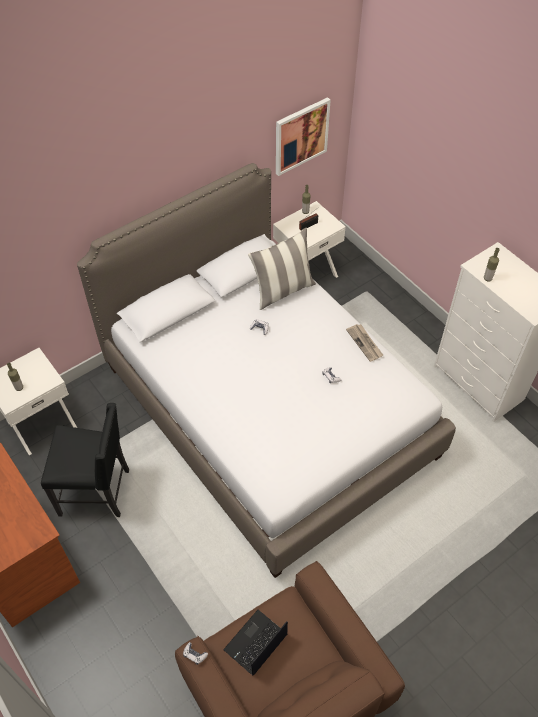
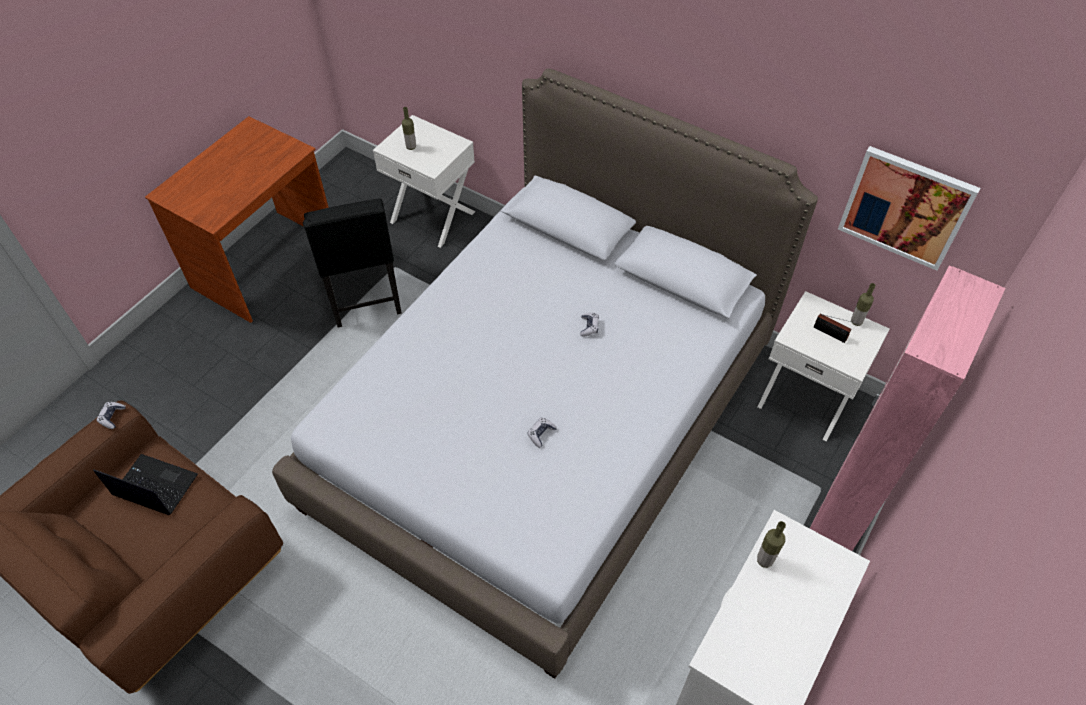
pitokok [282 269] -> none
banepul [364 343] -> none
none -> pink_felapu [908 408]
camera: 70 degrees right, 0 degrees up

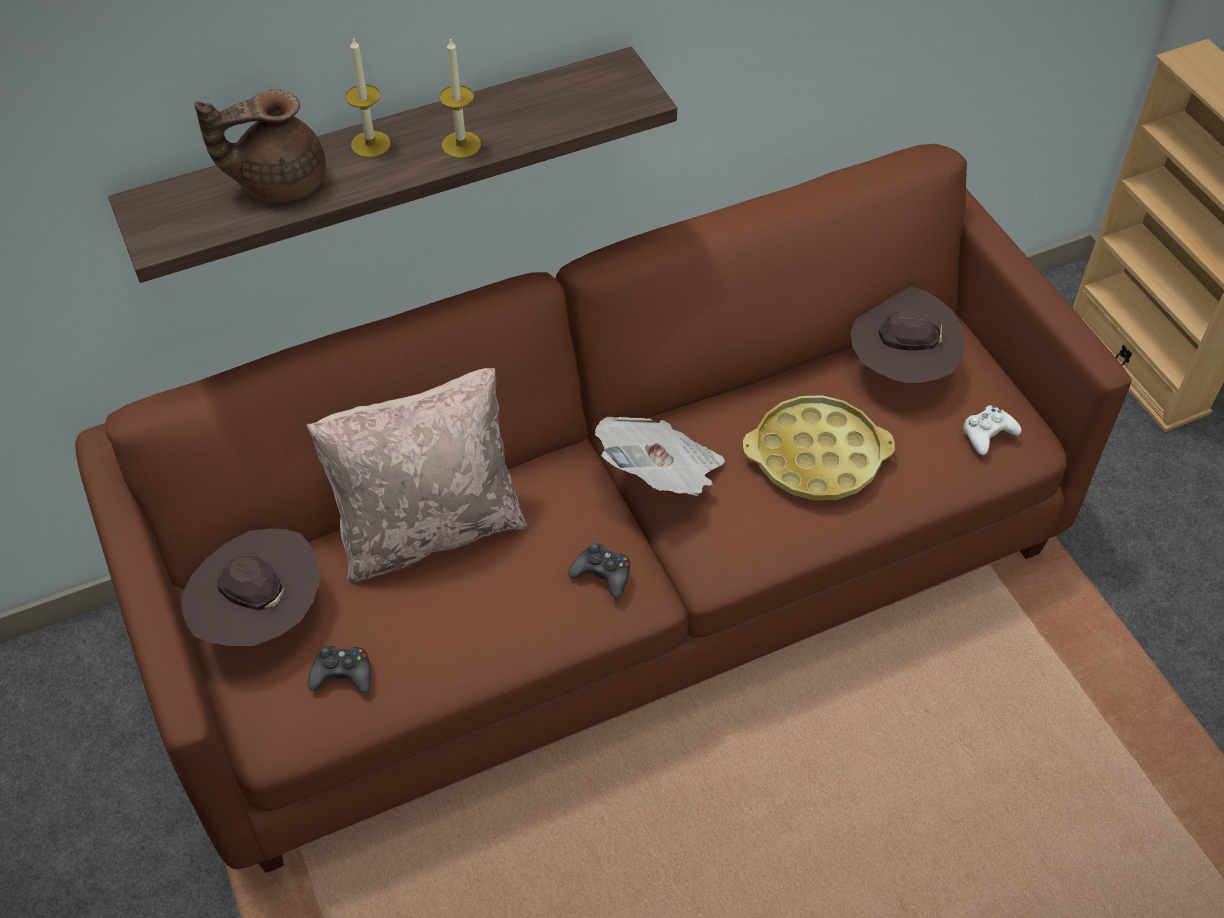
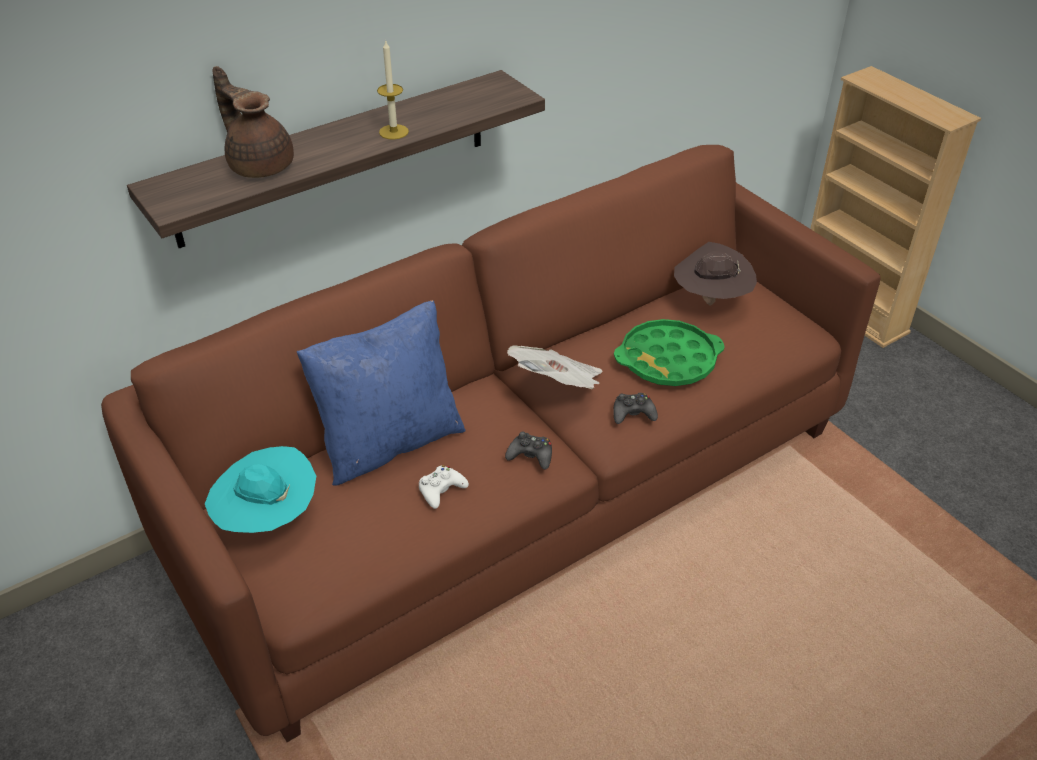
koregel [368 97] -> none
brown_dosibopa [260 145] -> brown_dosibopa [253 122], 75 degrees clockwise
beige_pitokok [417 475] -> blue_pitokok [381 393]
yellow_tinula [819 447] -> green_tinula [669 352]
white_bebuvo [992 430] -> white_bebuvo [444 487], shifted
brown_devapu [251 587] -> turquoise_devapu [260 489]
black_bebuvo [339 669] -> black_bebuvo [635 408], shifted
camera: 10 degrees left, 10 degrees down

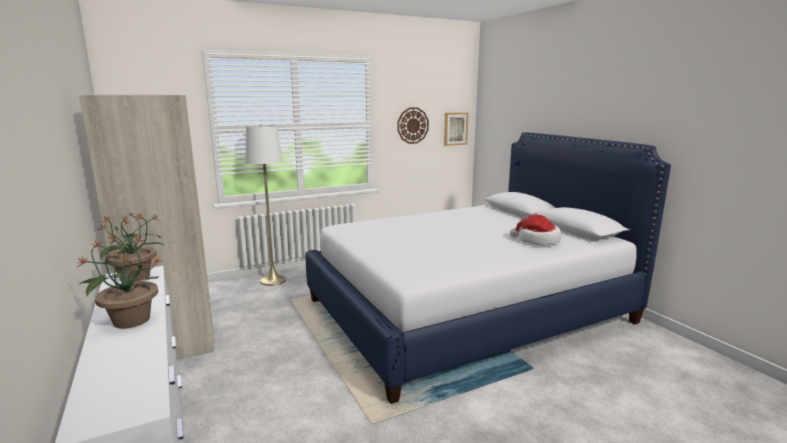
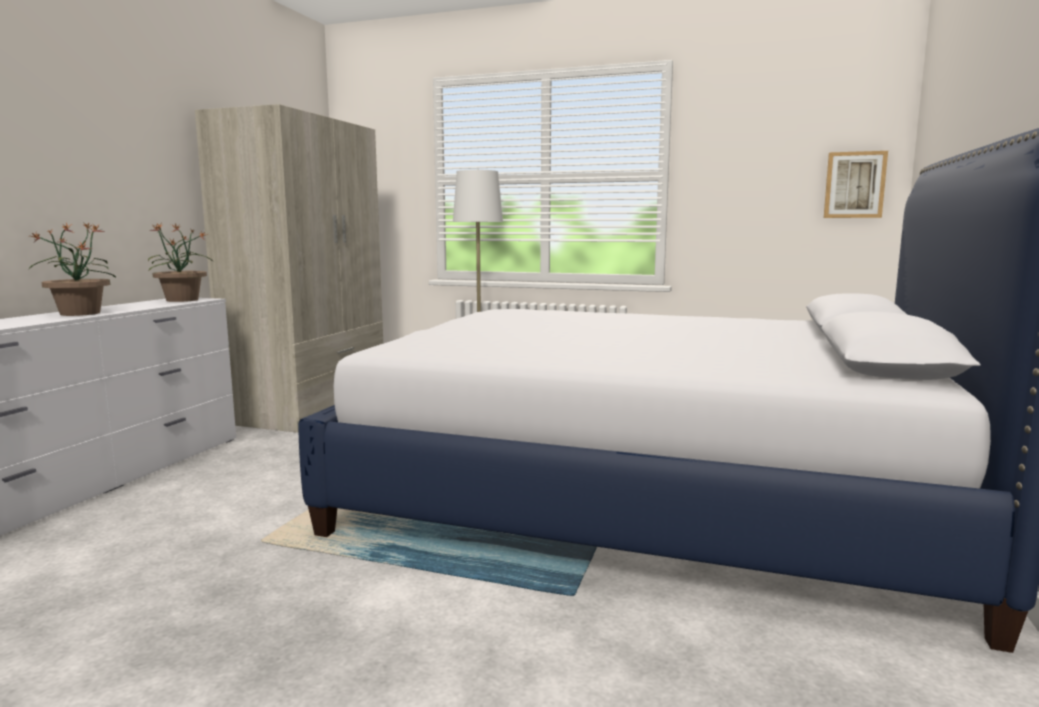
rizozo [413 125] -> none
devapu [535 230] -> none
camera: 45 degrees right, 5 degrees down

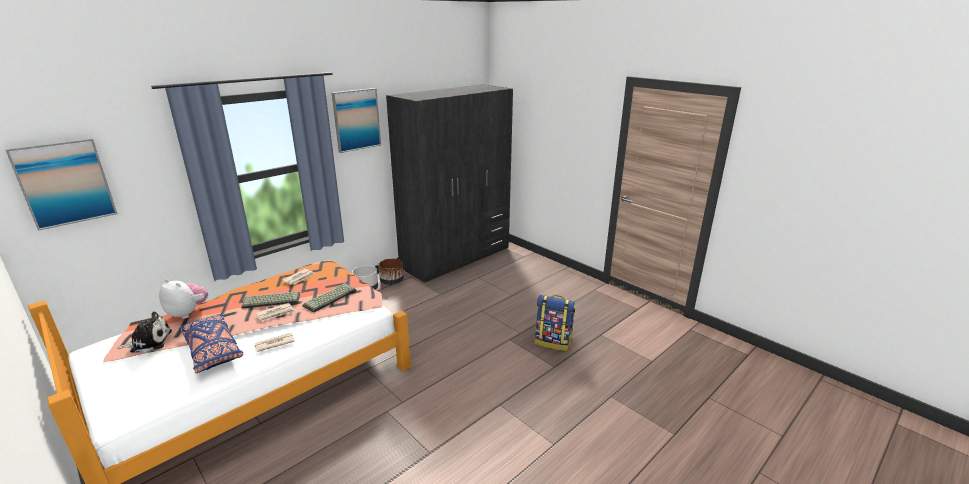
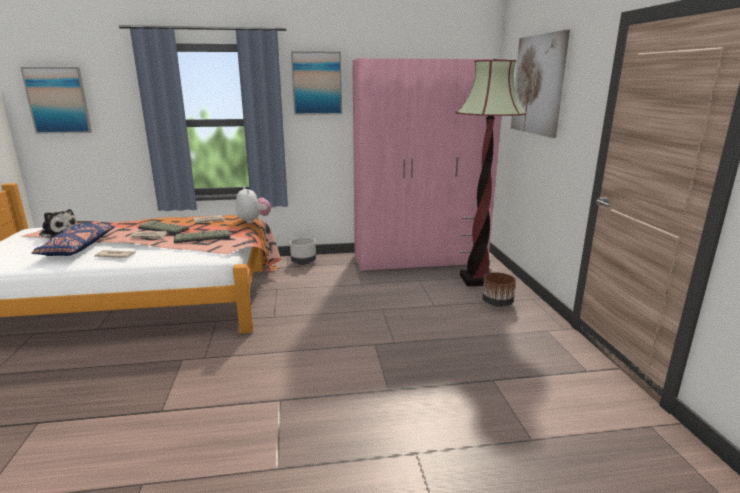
grey_felapu [449 183] -> pink_felapu [429 164]
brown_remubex [390 271] -> brown_remubex [499 289], shifted
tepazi [183 299] -> tepazi [253 205], shifted
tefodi [555 323] -> none
none -> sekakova [540 84]
none -> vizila [491 172]
camera: 35 degrees right, 5 degrees down

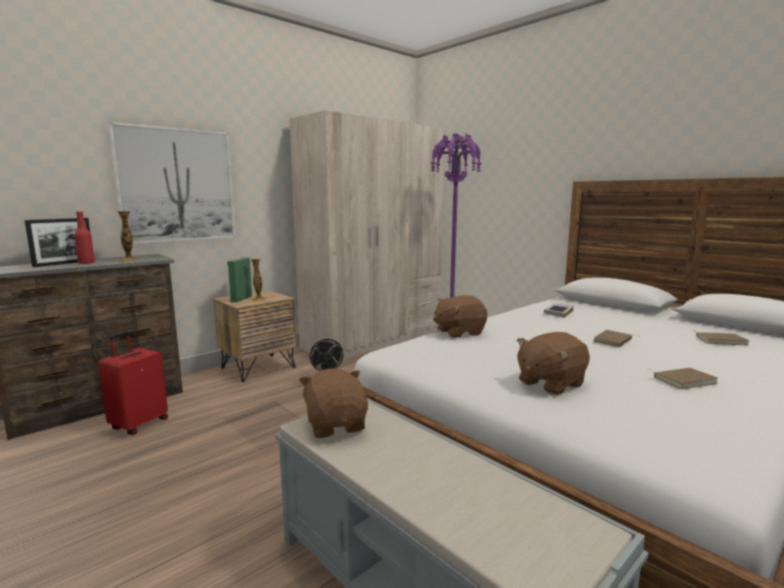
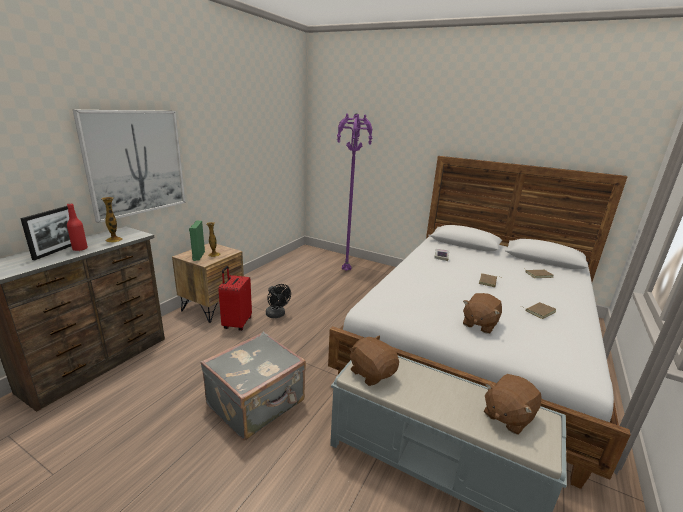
beige_felapu [366 235] -> none
brown_tepazi [460 316] -> brown_tepazi [513 404], shifted
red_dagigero [133 383] -> red_dagigero [235 298], shifted
none -> grey_dagigero [253 386]
camera: 20 degrees left, 10 degrees up

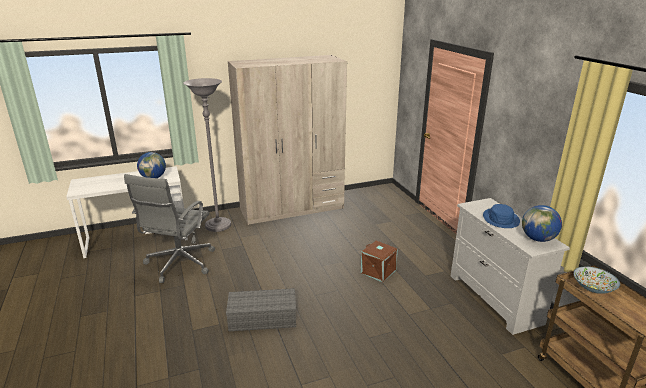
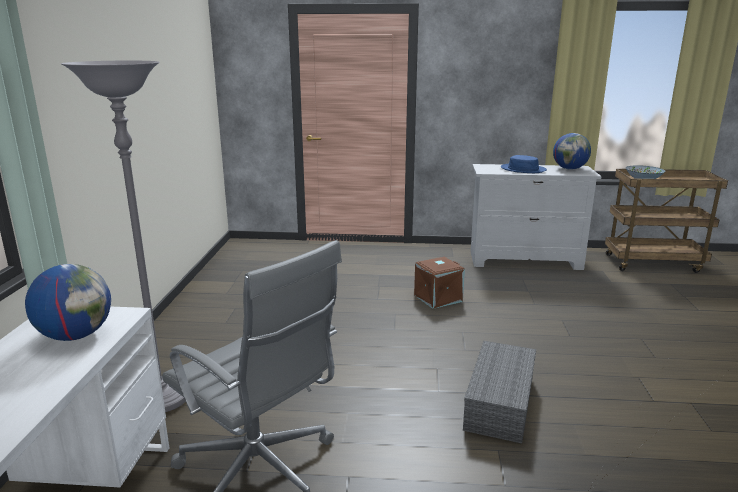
beige_felapu [287 140] -> none
camera: 65 degrees left, 5 degrees down

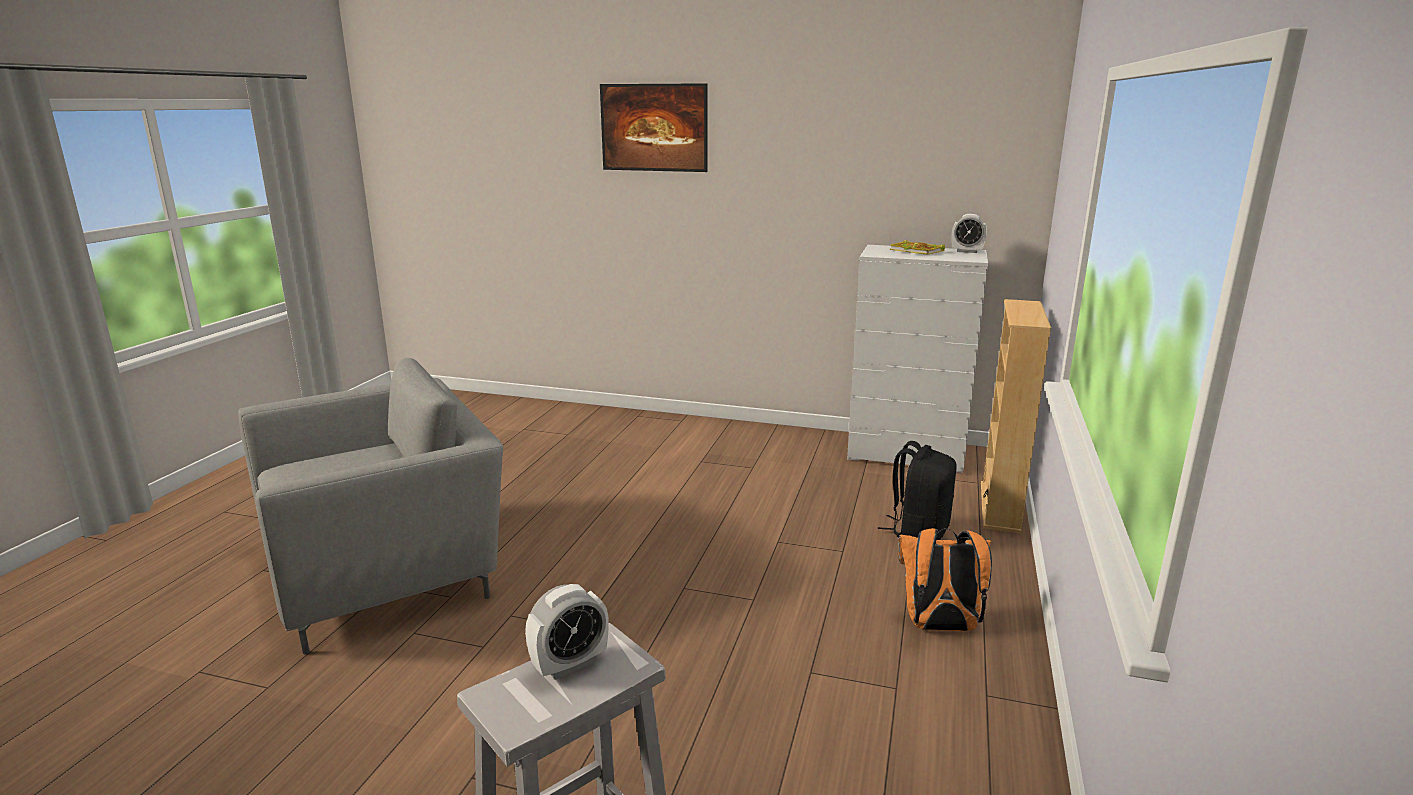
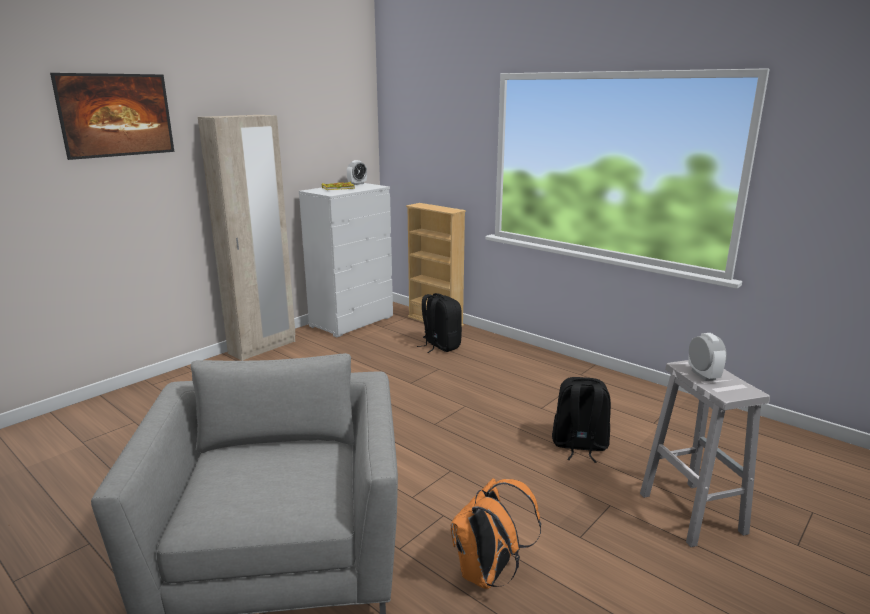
orange_tefodi [945 579] -> orange_tefodi [496 533], shifted
none -> beige_felapu [247 238]
none -> black_tefodi [581 420]
camera: 65 degrees left, 0 degrees up

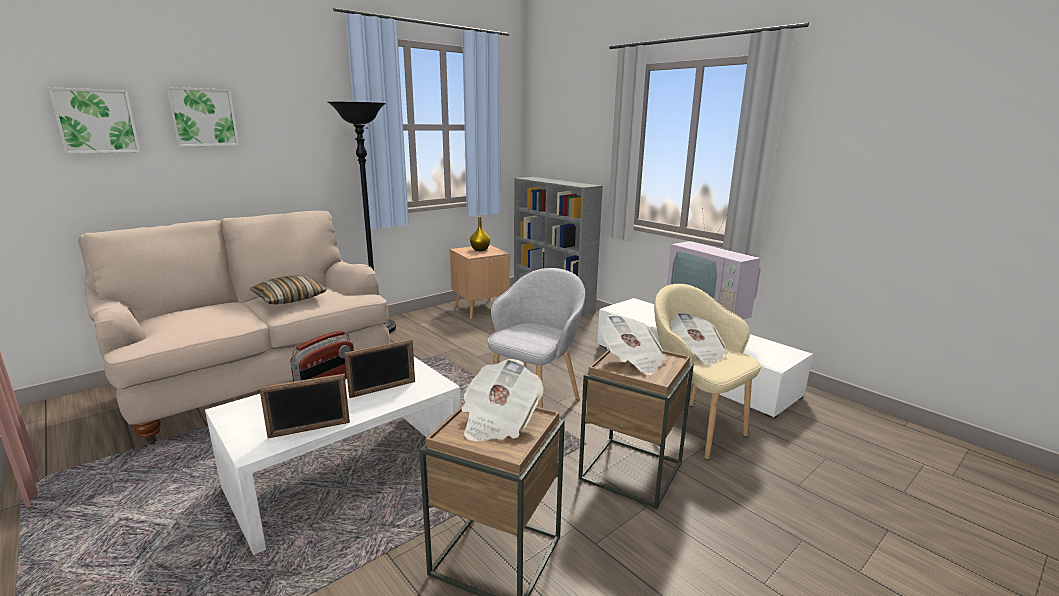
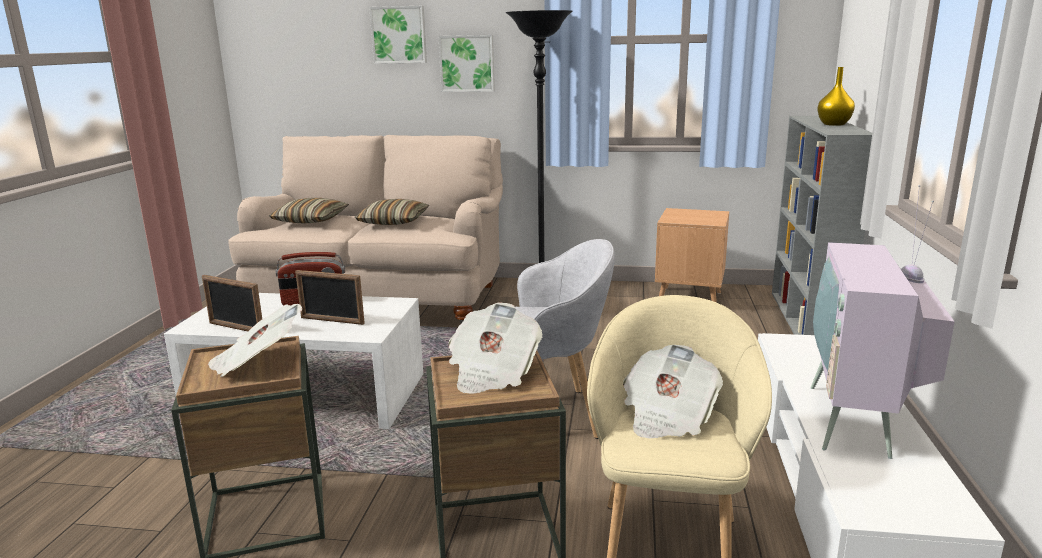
sekakova [94 120] -> sekakova [467 63], shifted
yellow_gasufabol [480 234] -> yellow_gasufabol [836 96], shifted
none -> pitokok [309 211]
camera: 50 degrees right, 0 degrees up

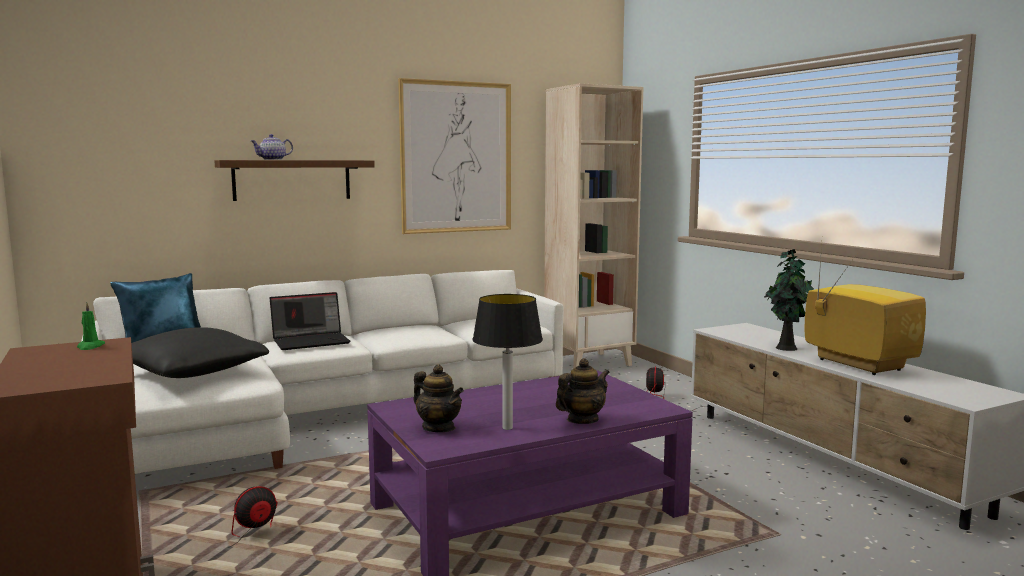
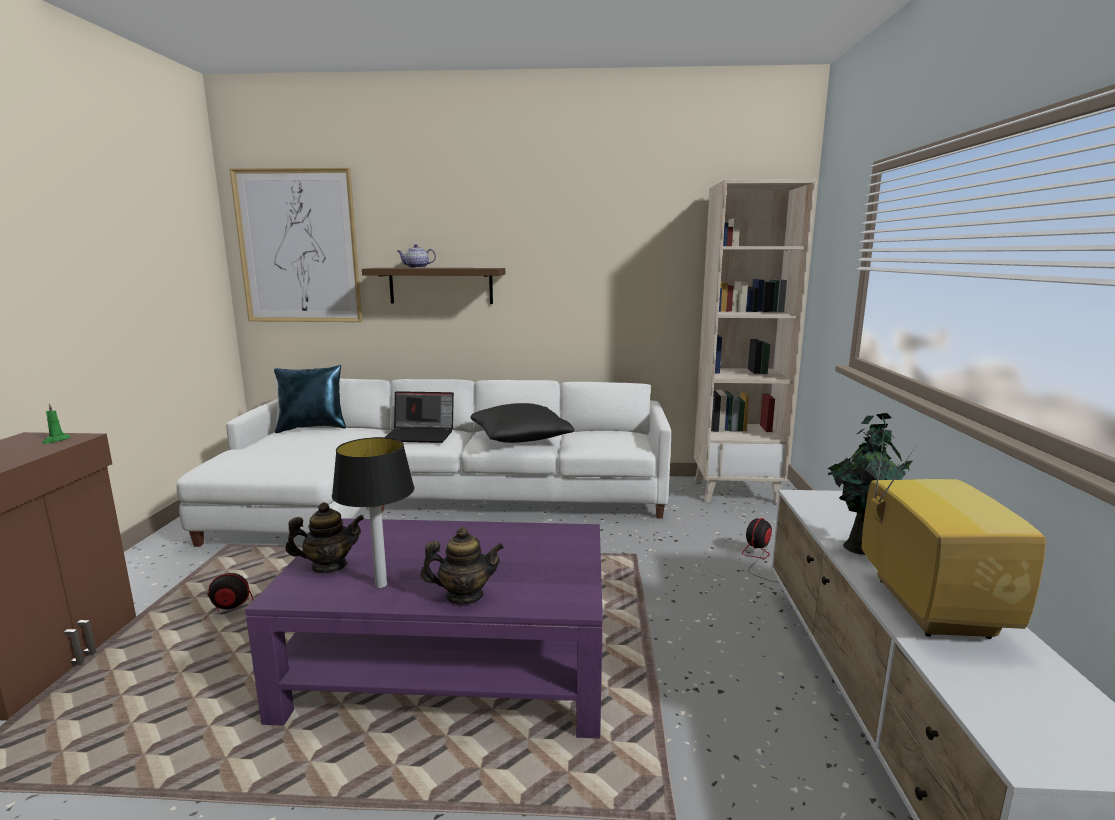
sekakova [454 156] -> sekakova [296 245], shifted
black_pitokok [200 352] -> black_pitokok [522 423], shifted
dosibopa [438 398] -> dosibopa [325 537], 90 degrees counterclockwise
camera: 30 degrees right, 5 degrees up

